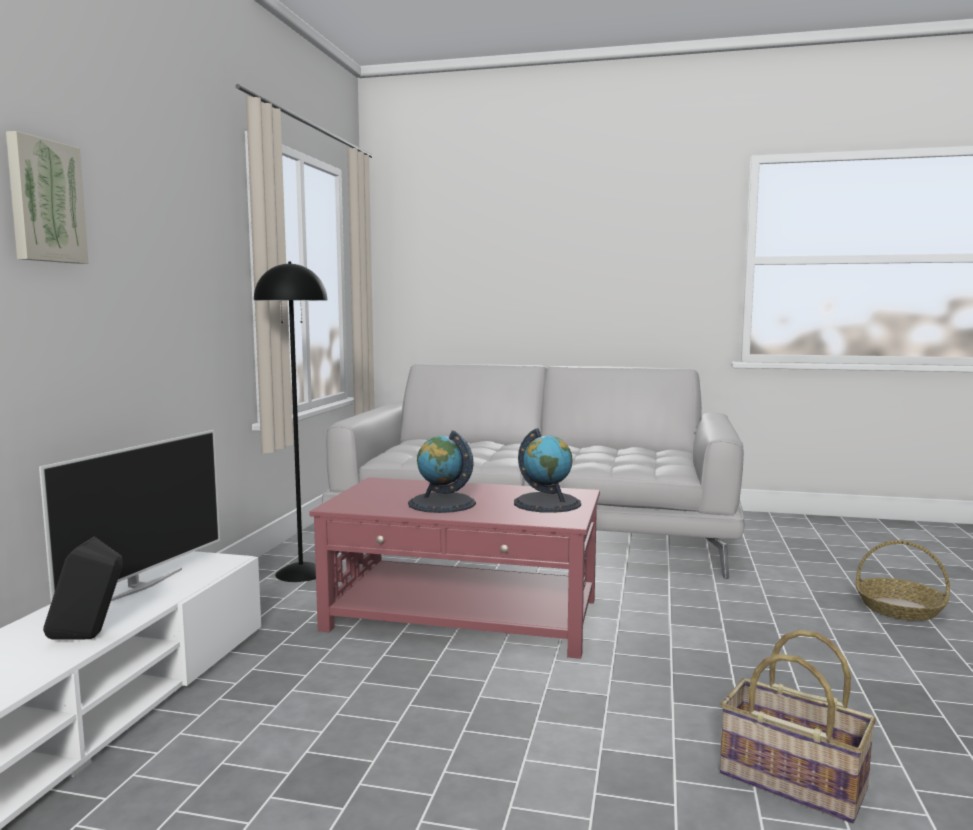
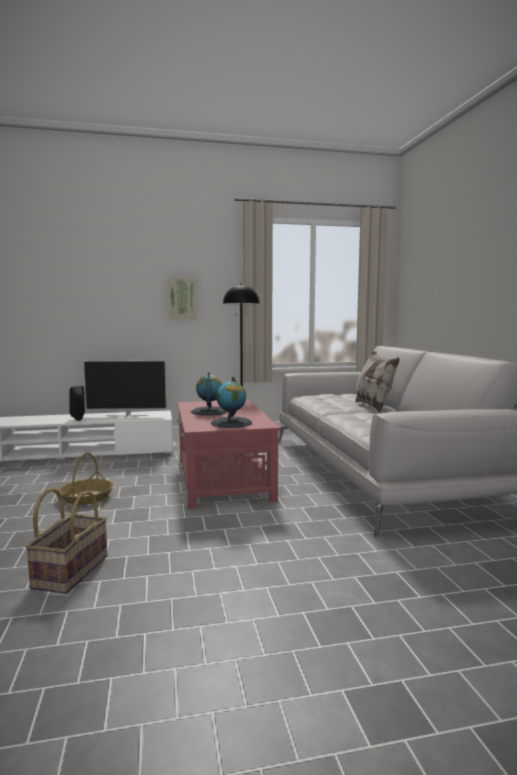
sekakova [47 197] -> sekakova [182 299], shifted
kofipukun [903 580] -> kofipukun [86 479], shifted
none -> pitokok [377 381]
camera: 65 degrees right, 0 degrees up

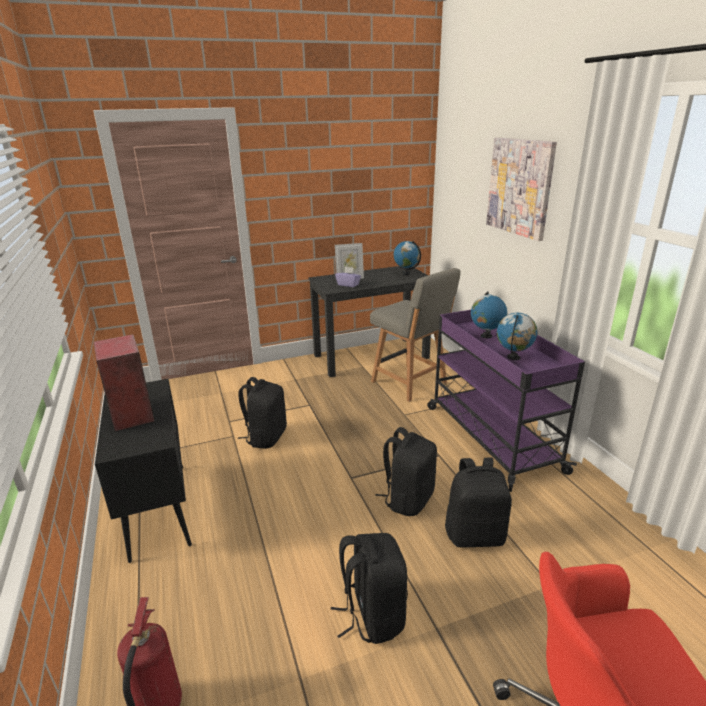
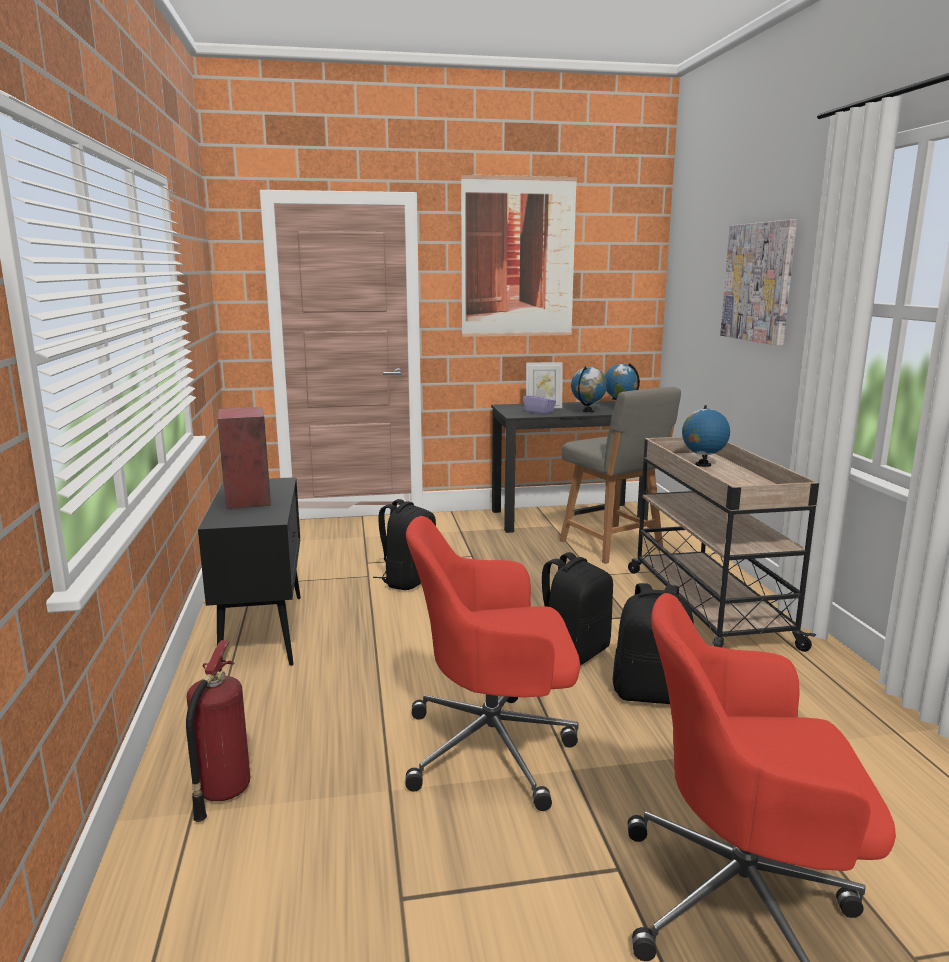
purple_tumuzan [506 401] -> beige_tumuzan [723 544]
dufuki [517 336] -> dufuki [589 389], shifted
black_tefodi [369 588] -> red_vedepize [492 663]
none -> sekakova [519 256]
camera: 10 degrees right, 10 degrees down

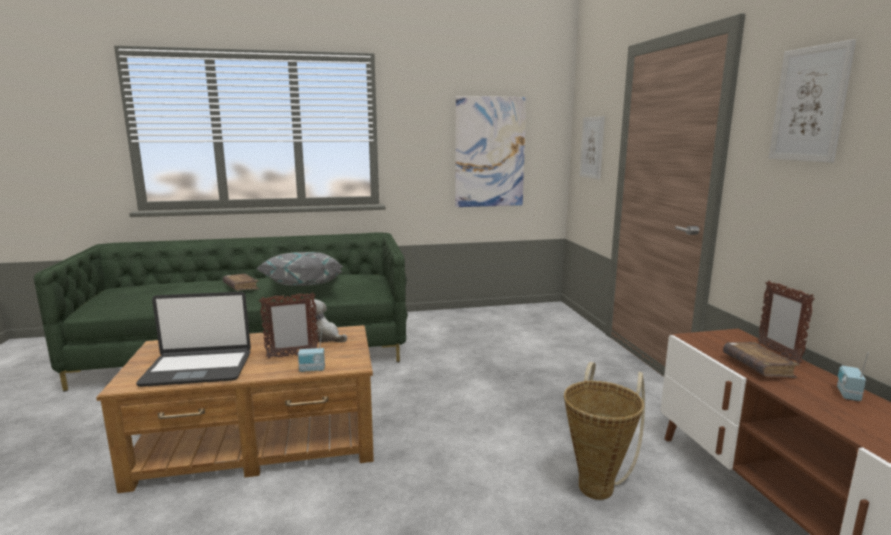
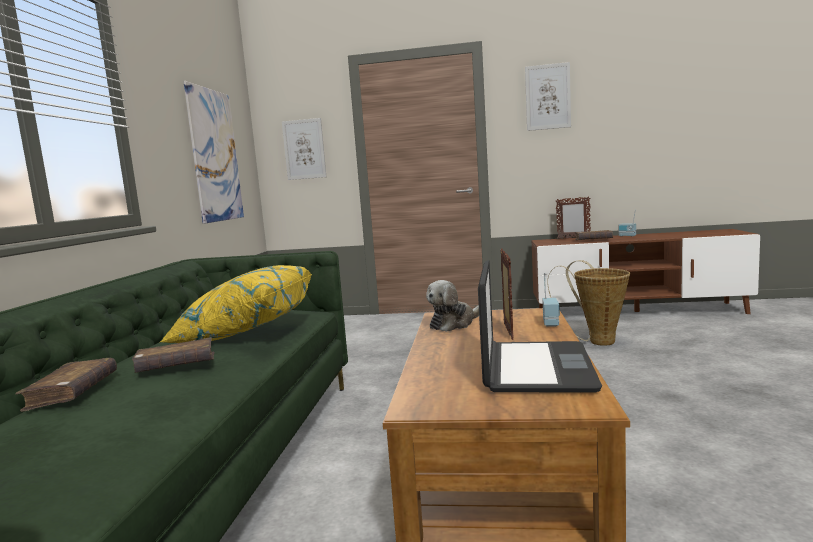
grey_pitokok [300 269] -> yellow_pitokok [236 304]
none -> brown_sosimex [66 385]
camera: 70 degrees left, 5 degrees down

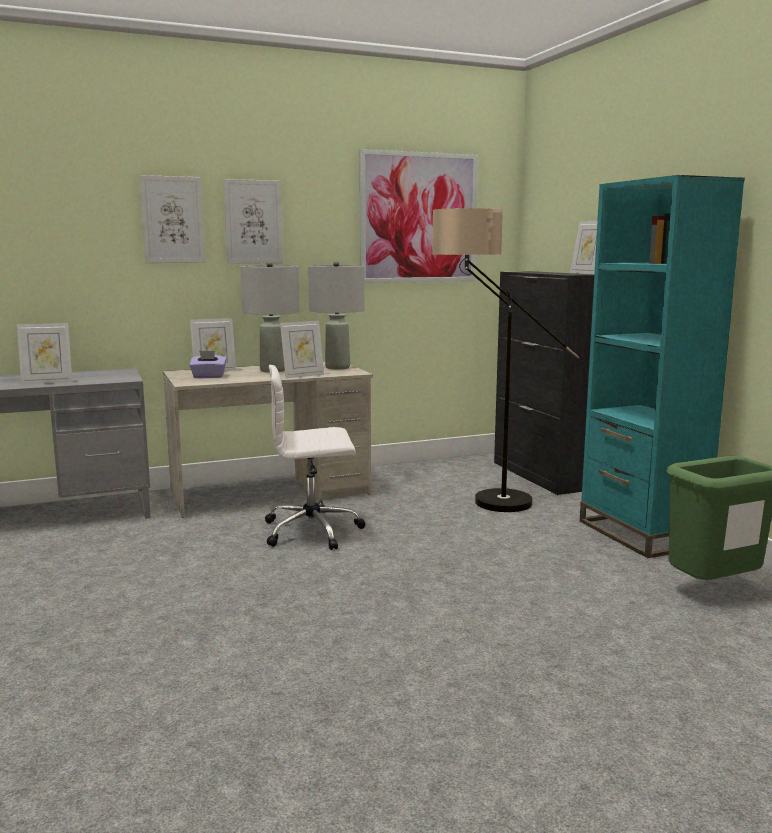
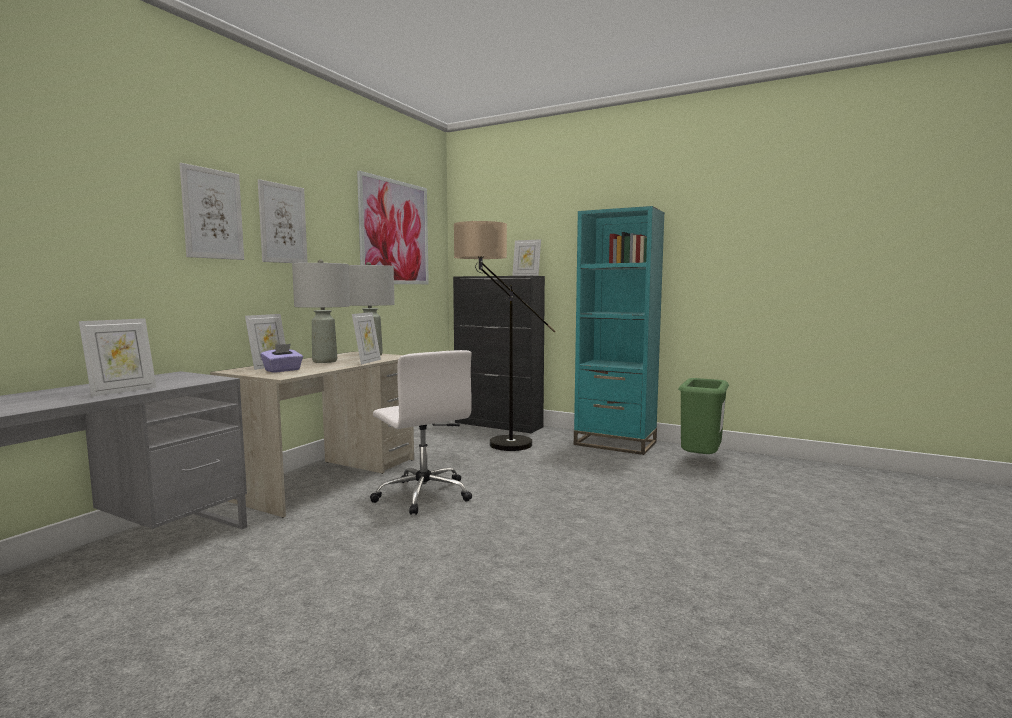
white_vedepize [315 457] -> white_vedepize [421 432], 75 degrees counterclockwise
camera: 40 degrees left, 5 degrees down

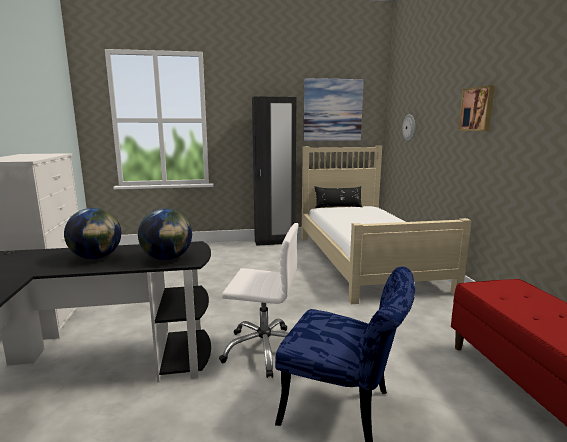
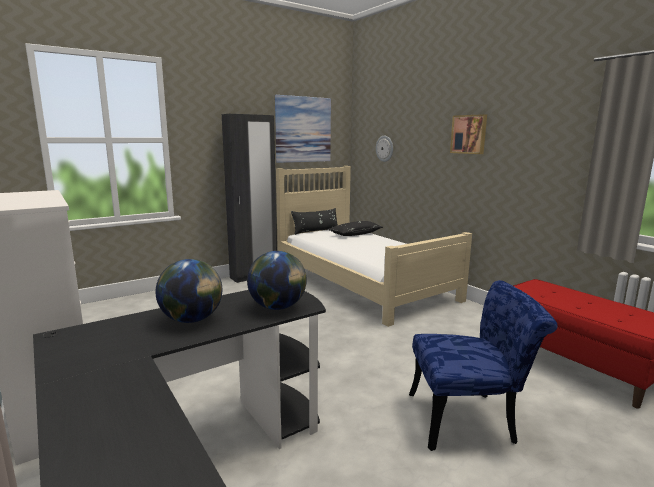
white_vedepize [259 300] -> none
none -> black_pitokok [355 228]
camera: 25 degrees left, 0 degrees up

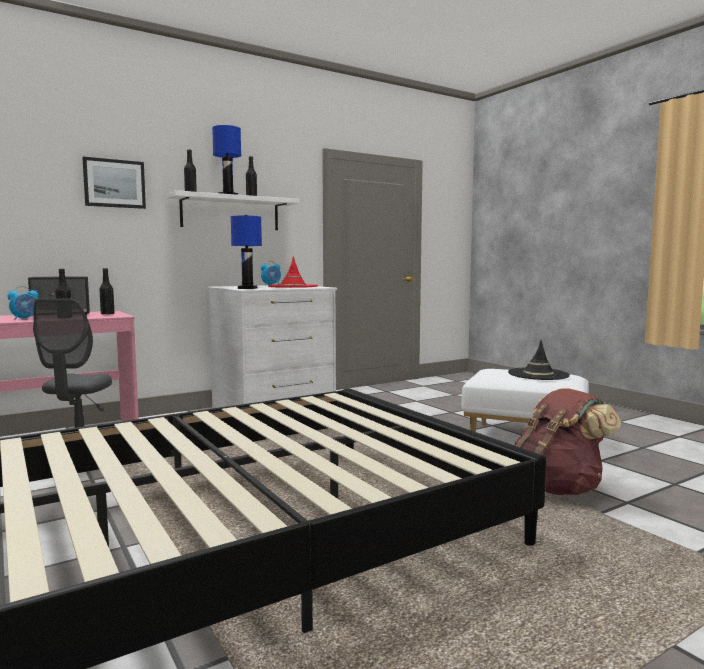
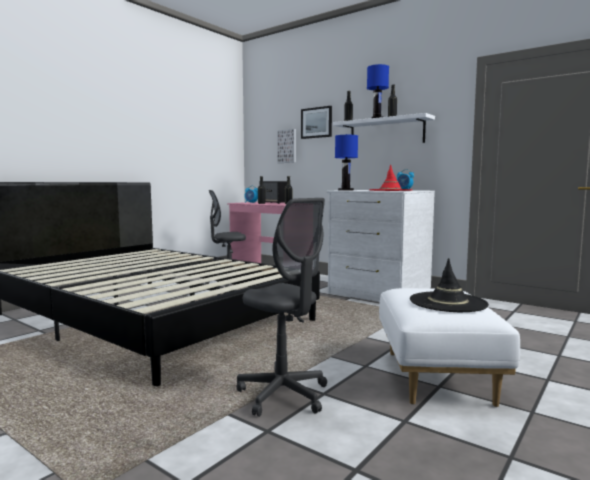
brown_tefodi [567 441] -> grey_vedepize [282 307]
none -> sekakova [286 146]
camera: 70 degrees right, 0 degrees up

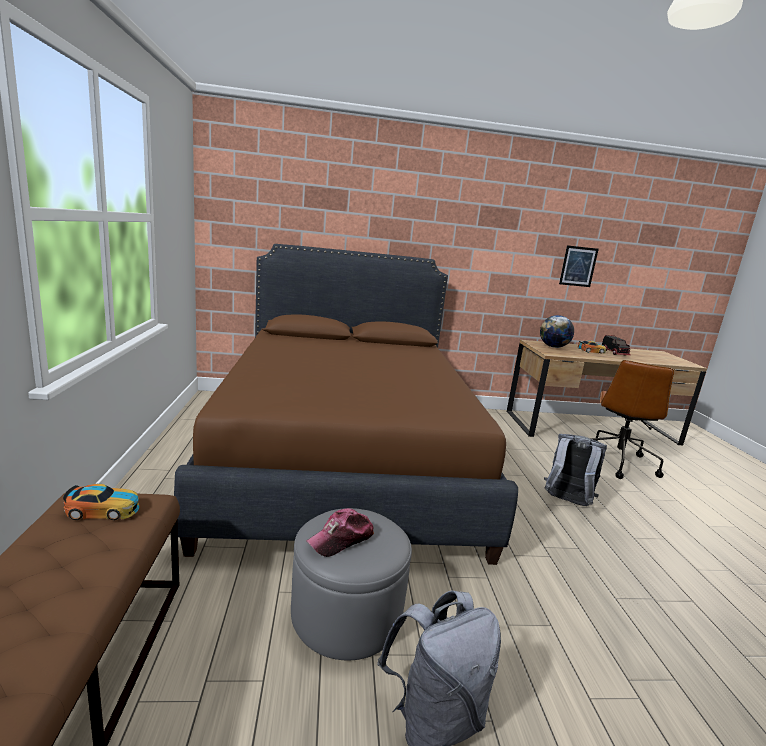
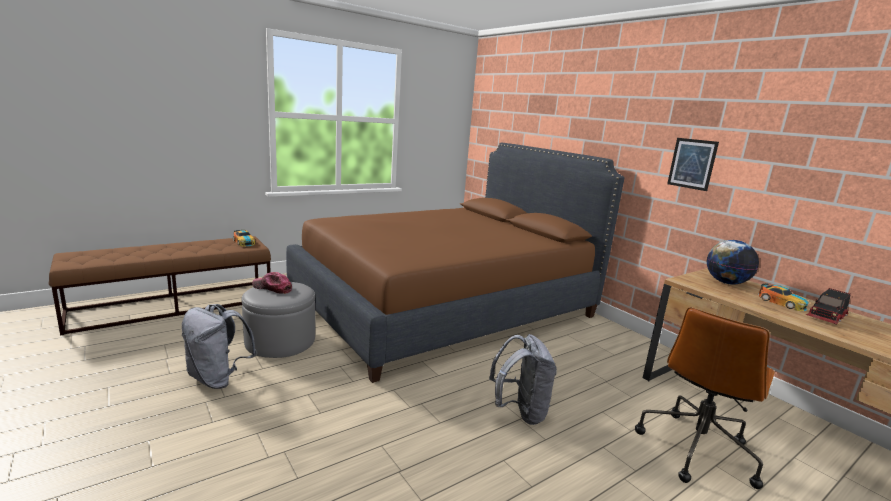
sekakova [579 266] -> sekakova [693 164], shifted
brown_vedepize [632 419] -> brown_vedepize [705 398], 45 degrees counterclockwise
camera: 60 degrees right, 0 degrees up

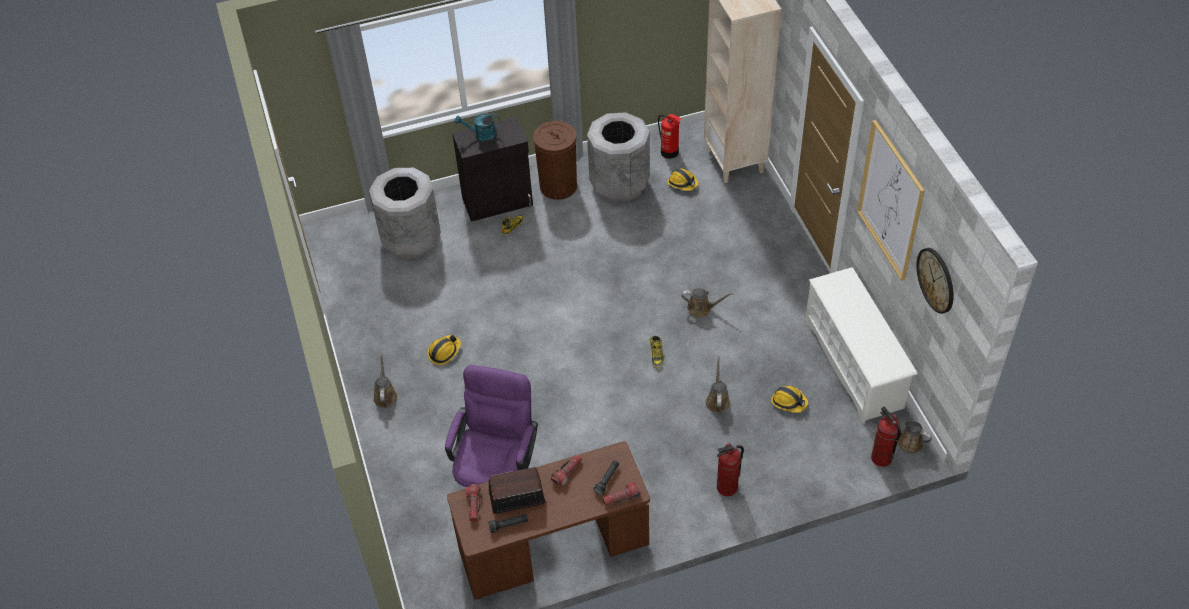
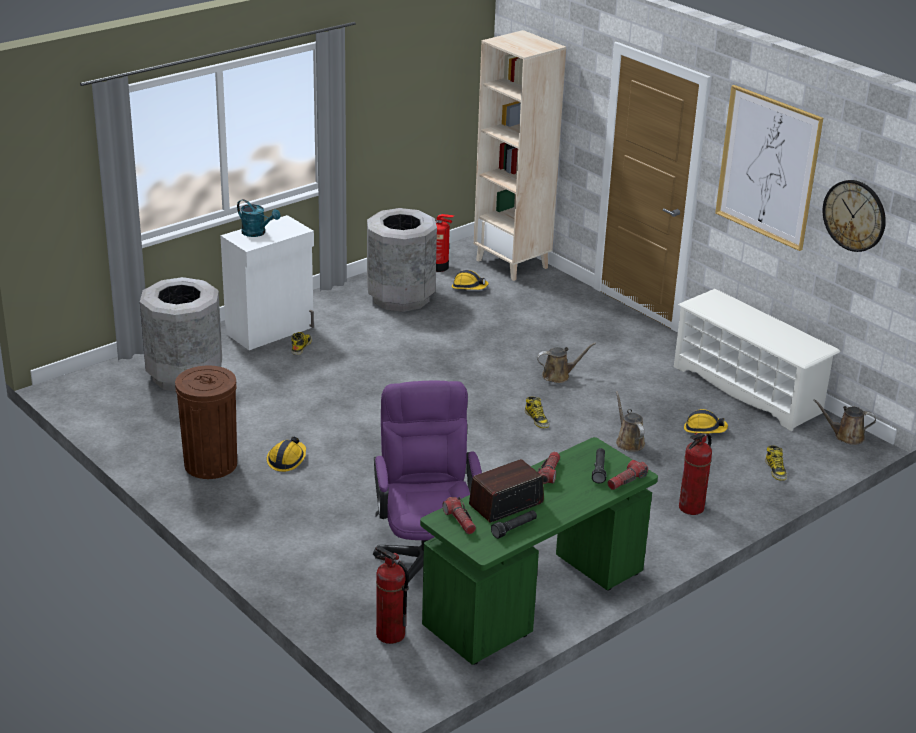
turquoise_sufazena [477 127] -> turquoise_sufazena [259 218], 120 degrees counterclockwise
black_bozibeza [492 169] -> white_bozibeza [267 282]
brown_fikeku [555 160] -> brown_fikeku [206 422], shifted
brown_sufazena [385 380] -> none
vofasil [886 436] -> vofasil [392 594], shifted
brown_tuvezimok [548 520] -> green_tuvezimok [539 551]
none -> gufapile [776 463]
camera: 25 degrees left, 20 degrees down

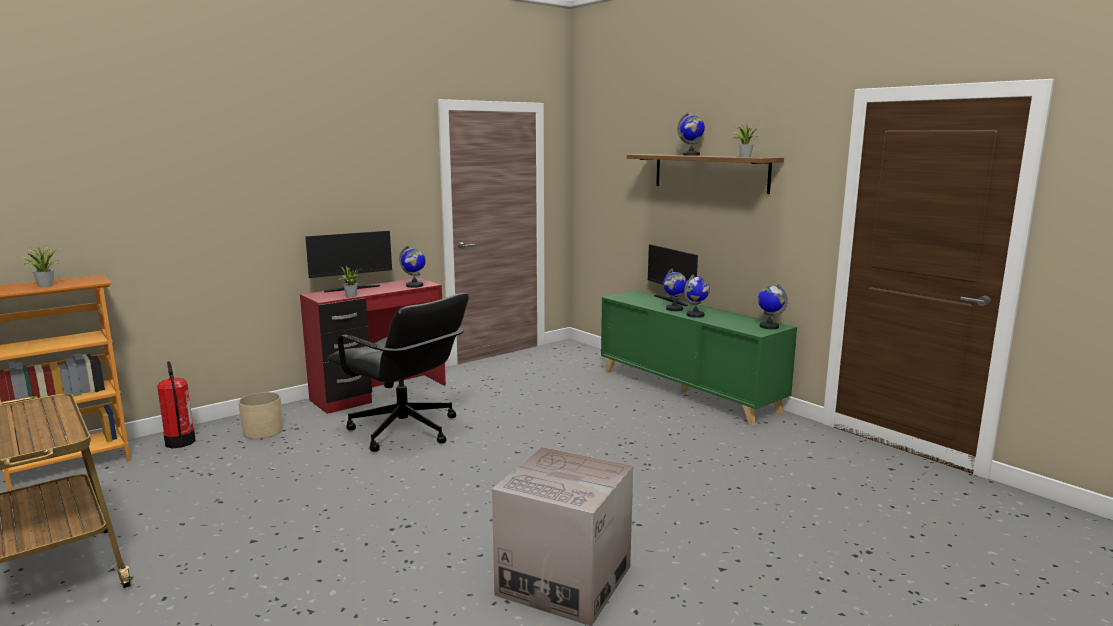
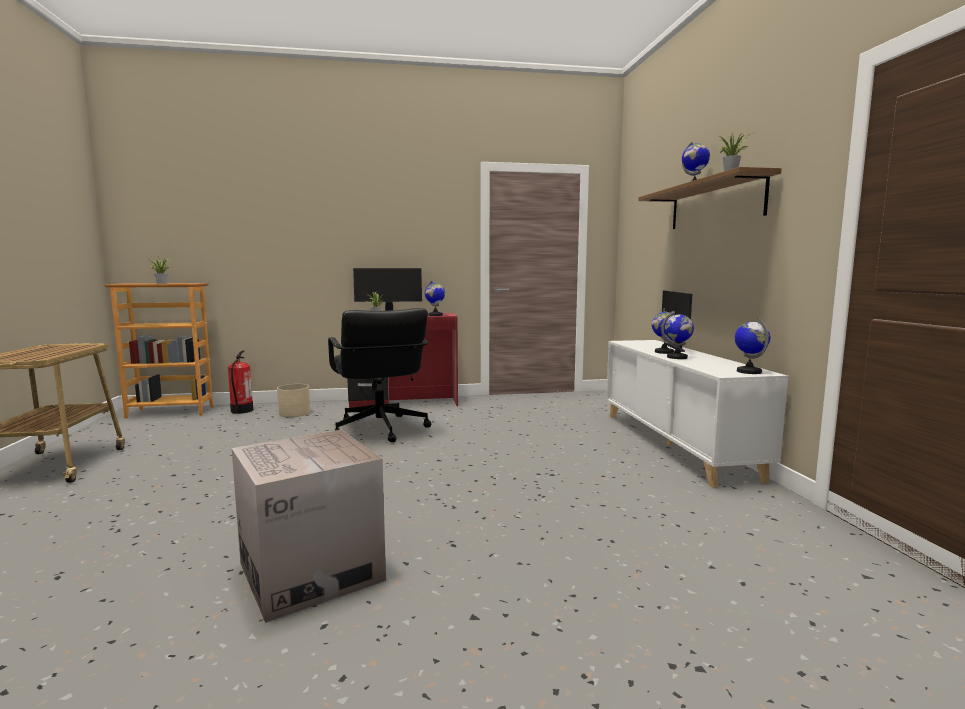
green_bozibeza [699 358] -> white_bozibeza [697 413]
camera: 30 degrees right, 5 degrees down

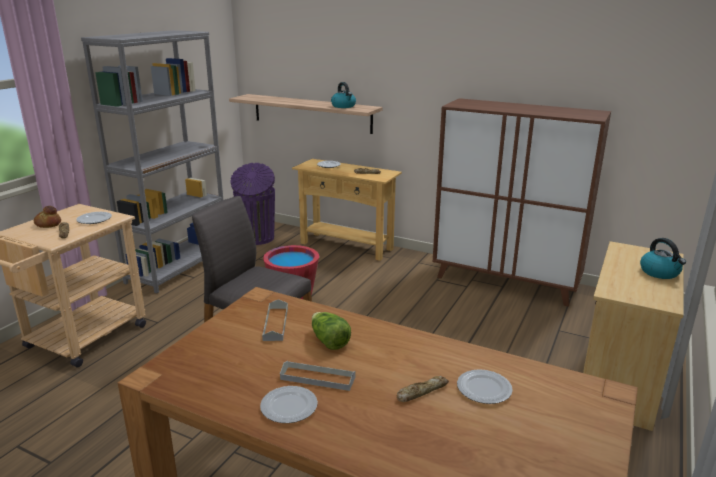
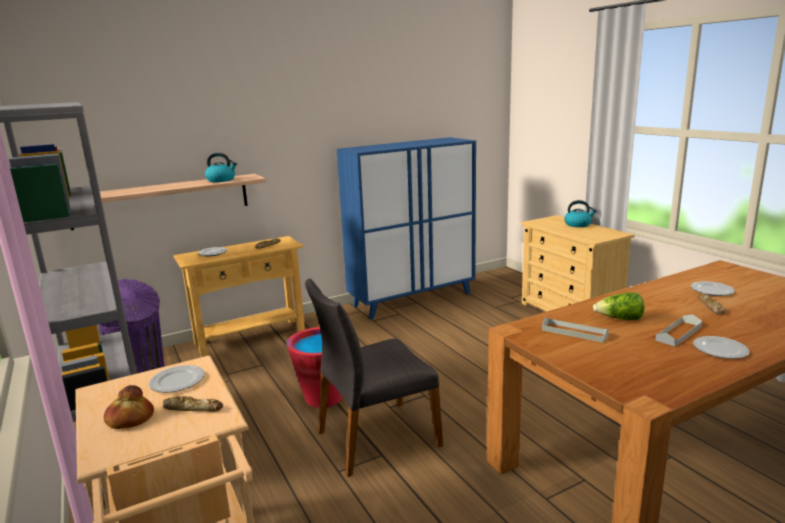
brown_bozibeza [522 202] -> blue_bozibeza [406 228]
camera: 55 degrees left, 5 degrees down

